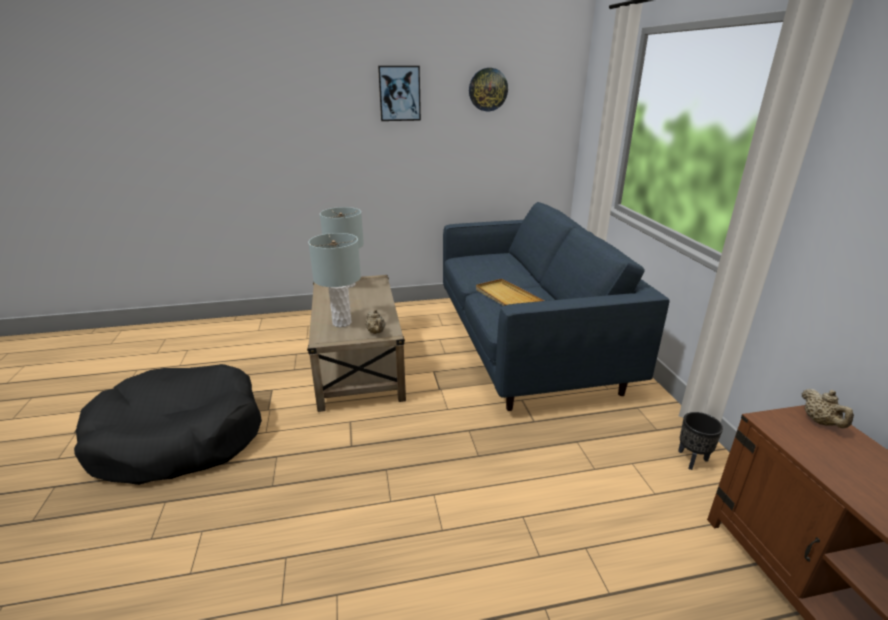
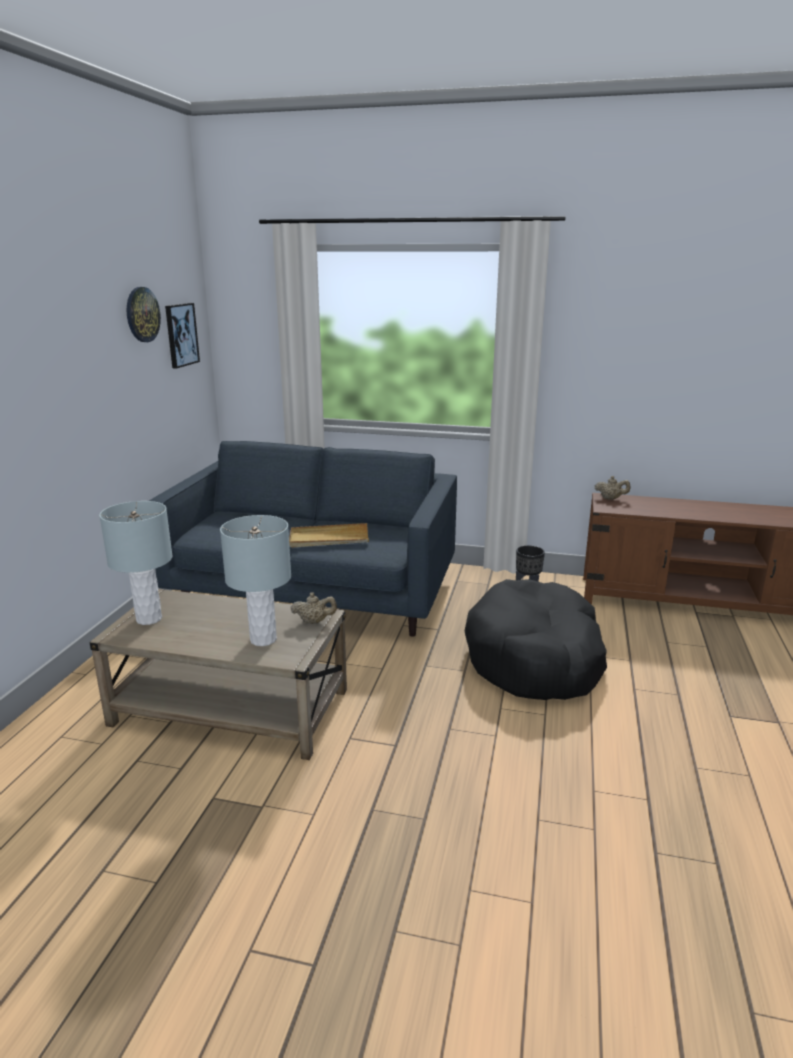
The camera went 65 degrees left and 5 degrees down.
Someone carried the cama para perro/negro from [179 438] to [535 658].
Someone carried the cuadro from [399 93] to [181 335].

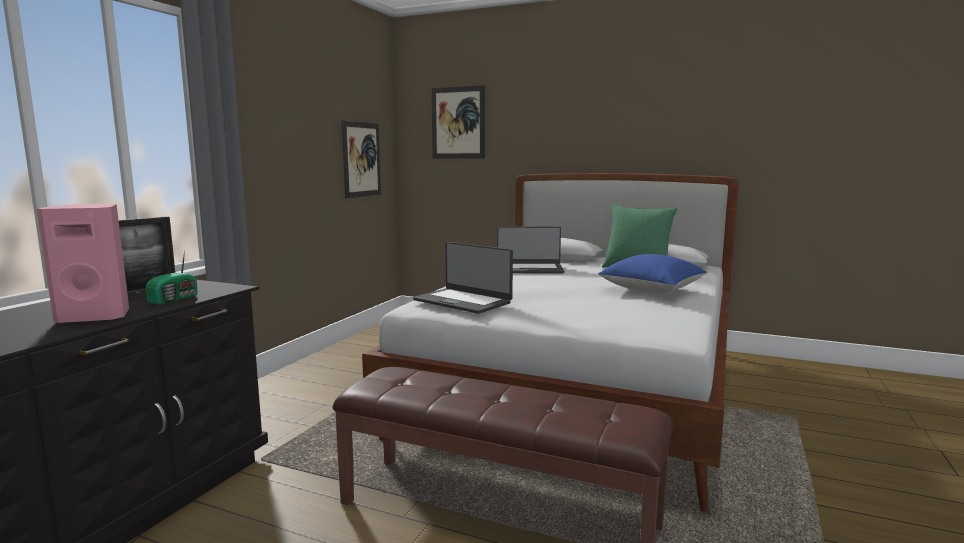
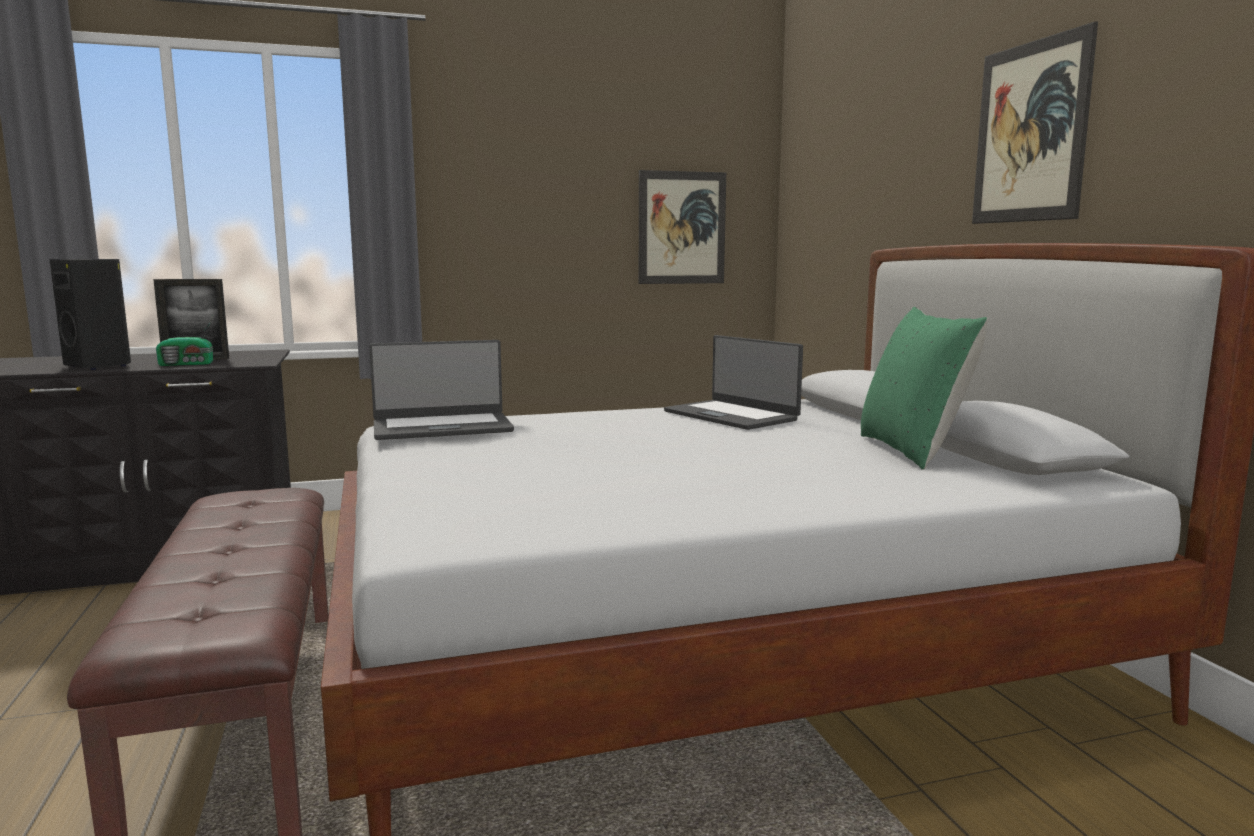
The camera went 50 degrees right and 0 degrees up.
Someone repainted the altavoz/rosa at [96 317], which became the altavoz/negro at [100 366].
Someone rotated the portátil at [463 301] by 105 degrees counterclockwise.
Someone carried the cuadro from [458 123] to [1030 132].
Someone took away the cojín/azul at [651 290].

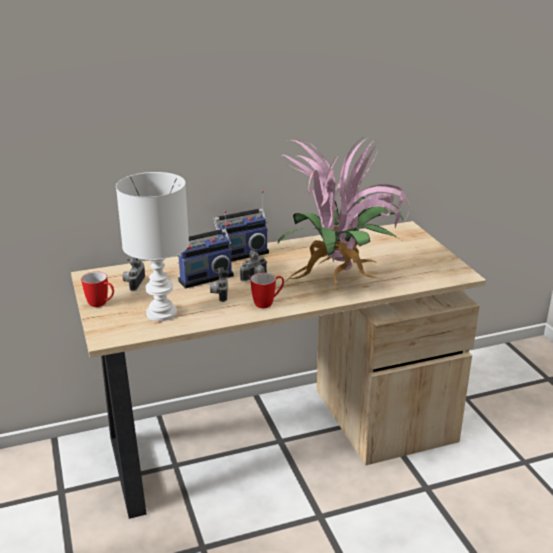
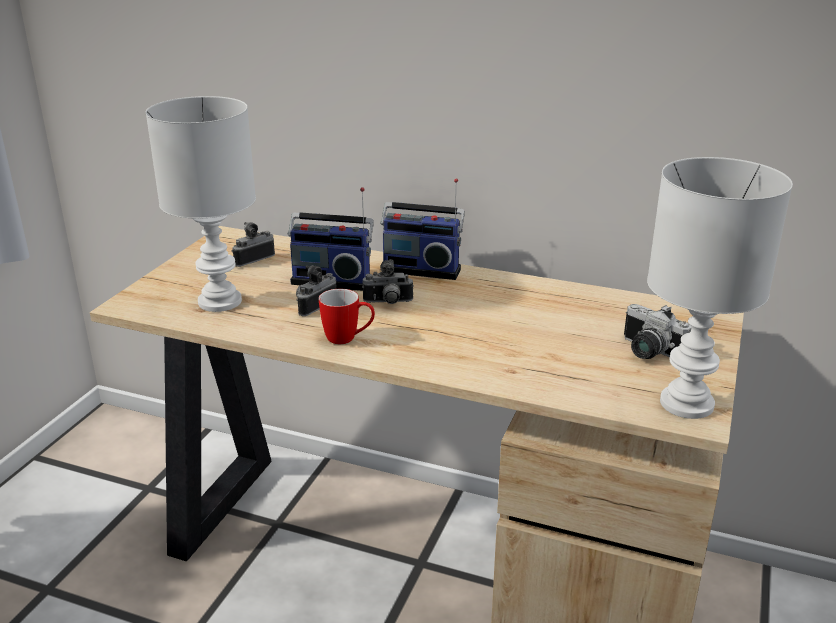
The camera went 40 degrees right and 0 degrees up.
Someone took away the taza grande at [101 304].
Someone took away the planta en maceta at [340 278].
Someone put down the cámara at [647 352].
Someone put down the lámpara de mesa/blanco at [685 402].

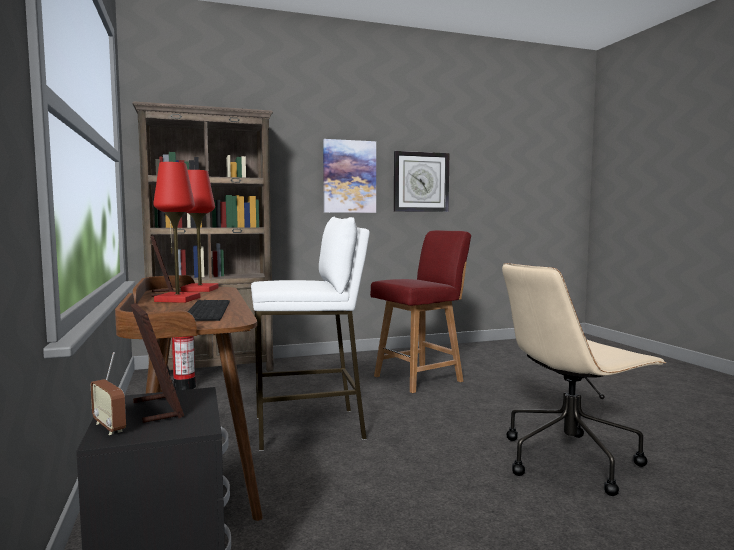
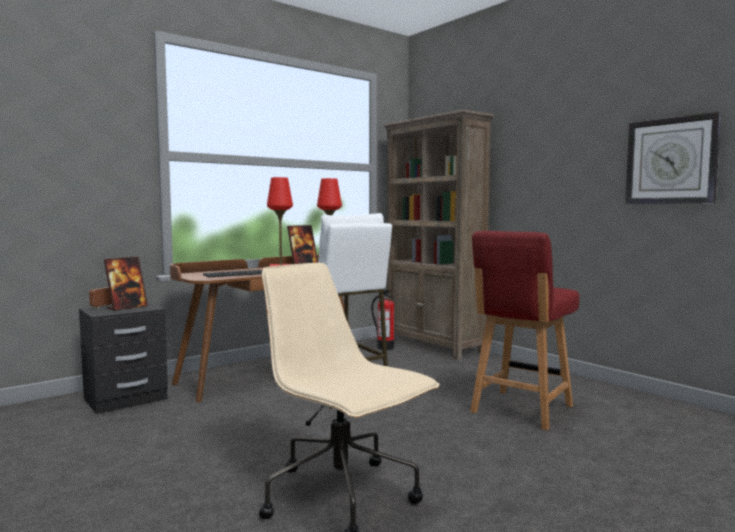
The camera went 70 degrees right and 0 degrees up.
Someone took away the cuadro at [349 176].
Someone rotated the silla/rojo at [420 378] by 90 degrees clockwise.

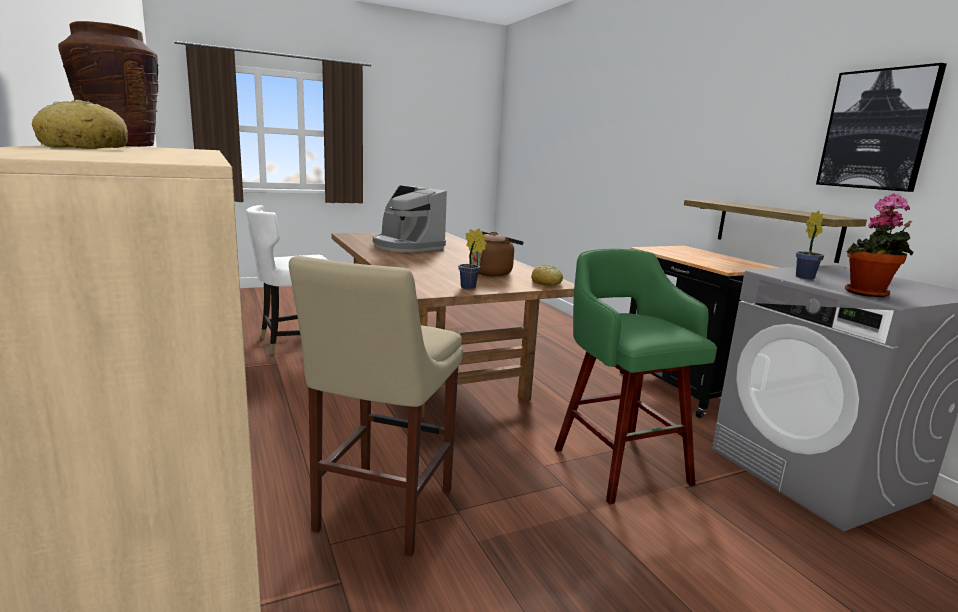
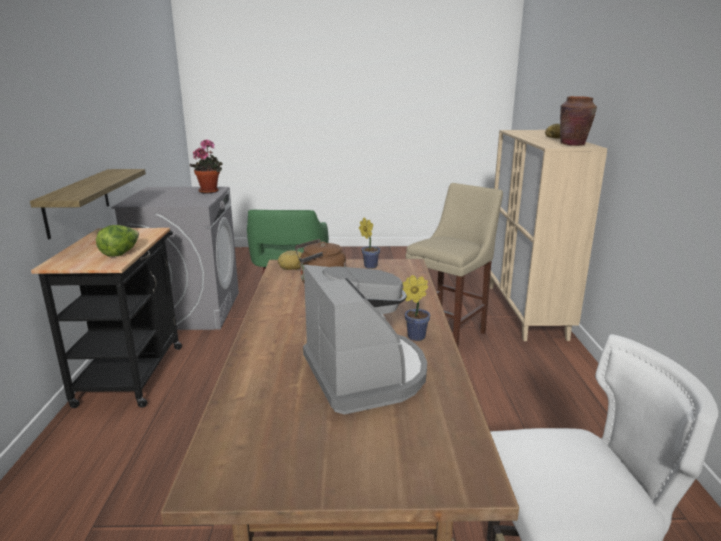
The camera went 155 degrees left and 5 degrees up.
Someone carried the planta en maceta from [806 277] to [413 337].
Someone took away the cuadro at [877 130].
Someone put down the lechuga at [120 253].

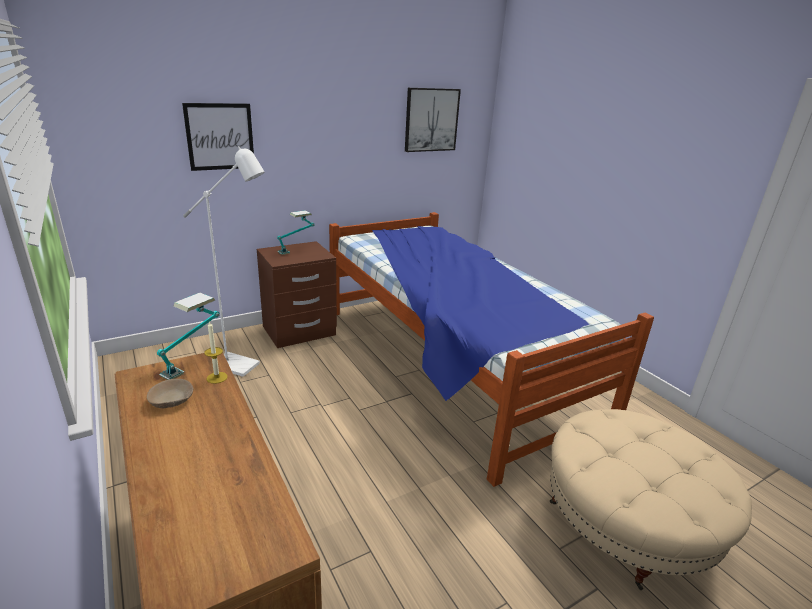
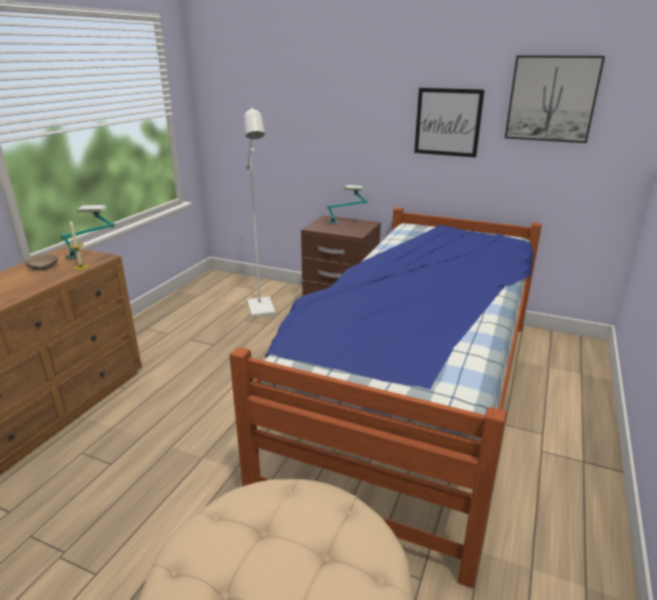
The camera went 55 degrees right and 0 degrees up.
Someone carried the cuadro from [220 137] to [447 122].

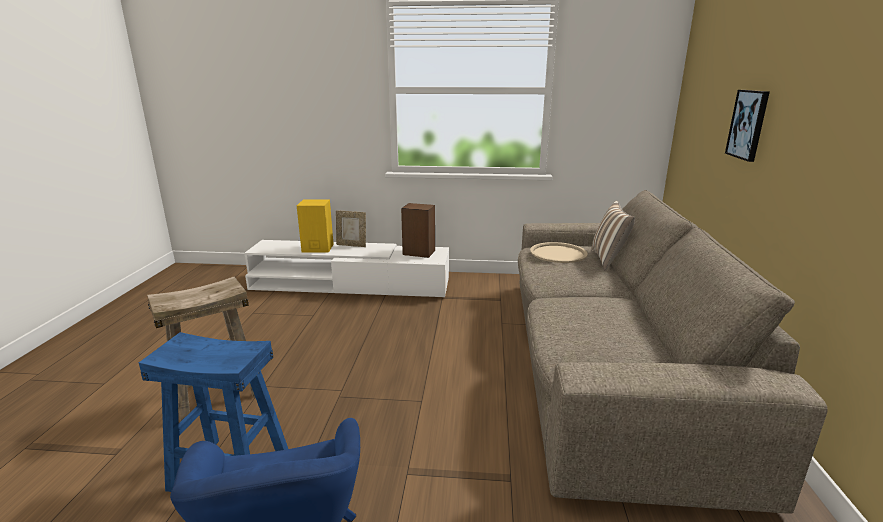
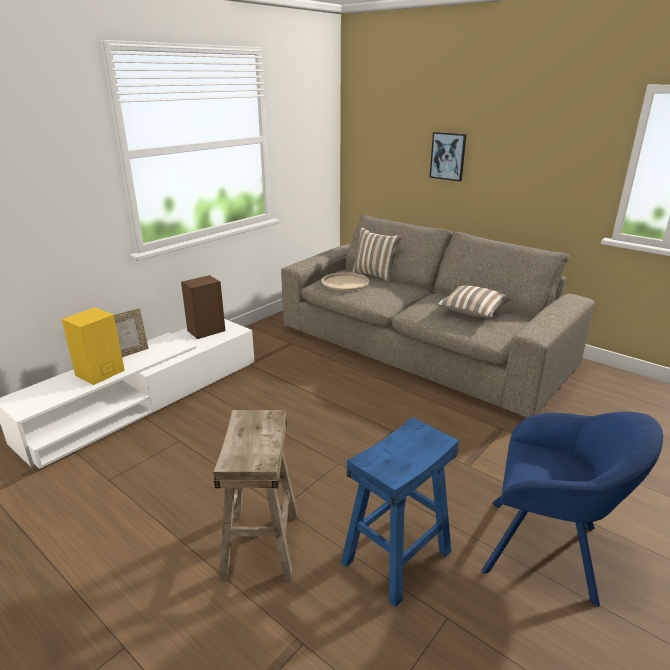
The camera went 55 degrees left and 5 degrees up.
Someone put down the cojín at [472 312].

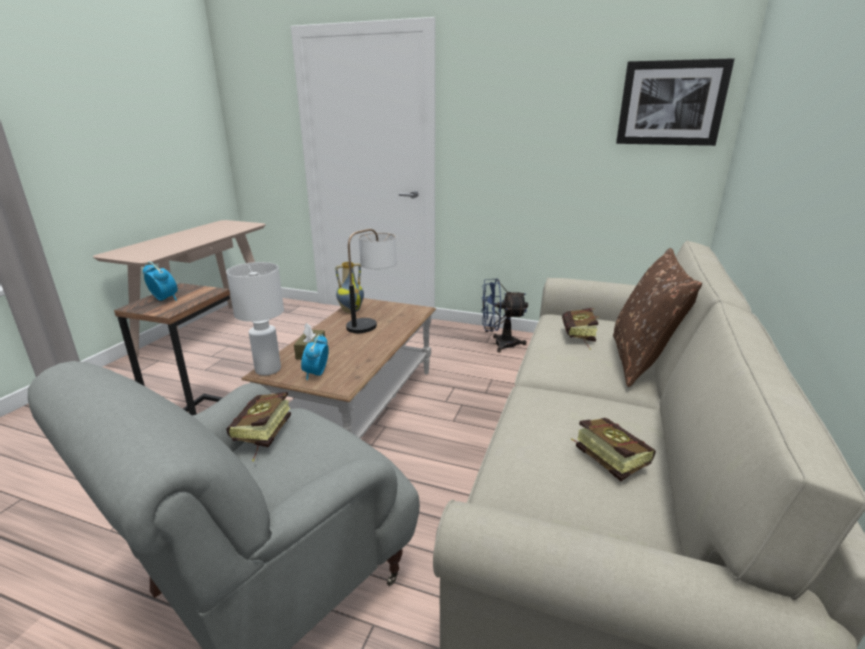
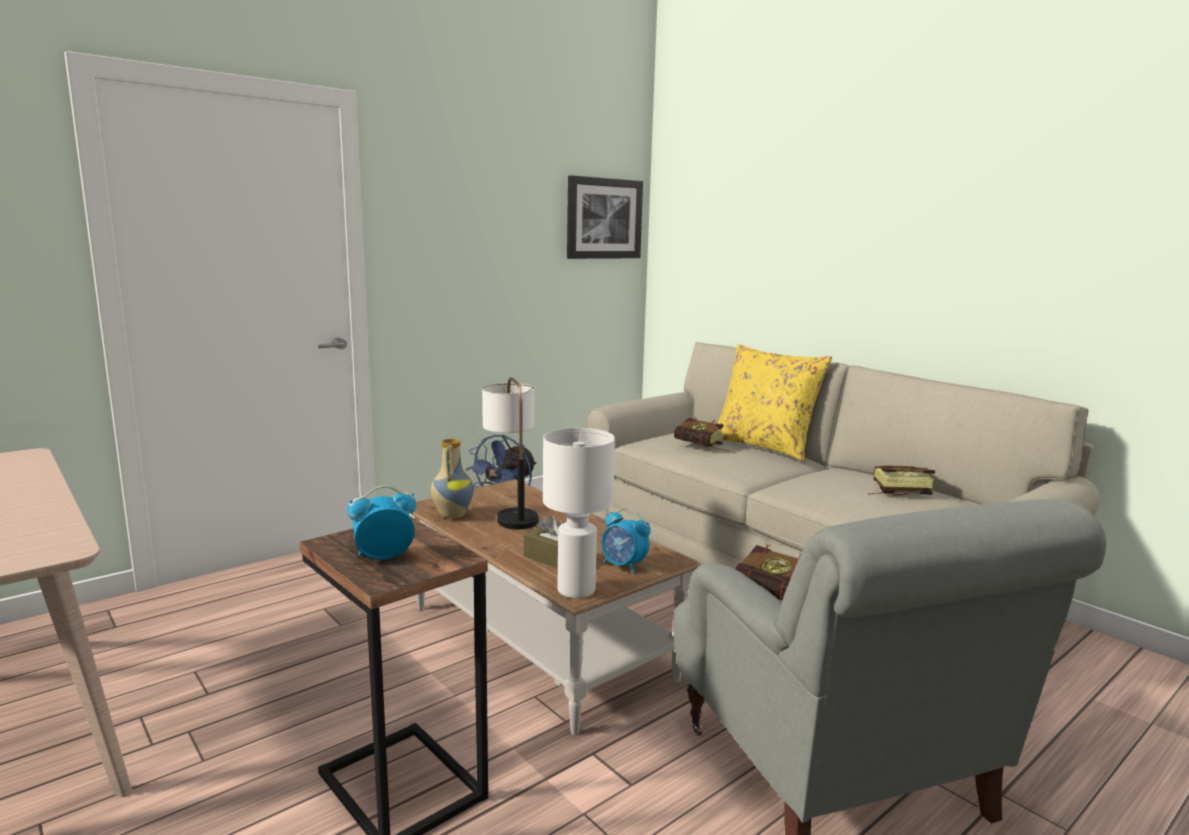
The camera went 60 degrees left and 10 degrees down.
Someone repainted the cojín/marrón at [641 361], which became the cojín/amarillo at [765 446].

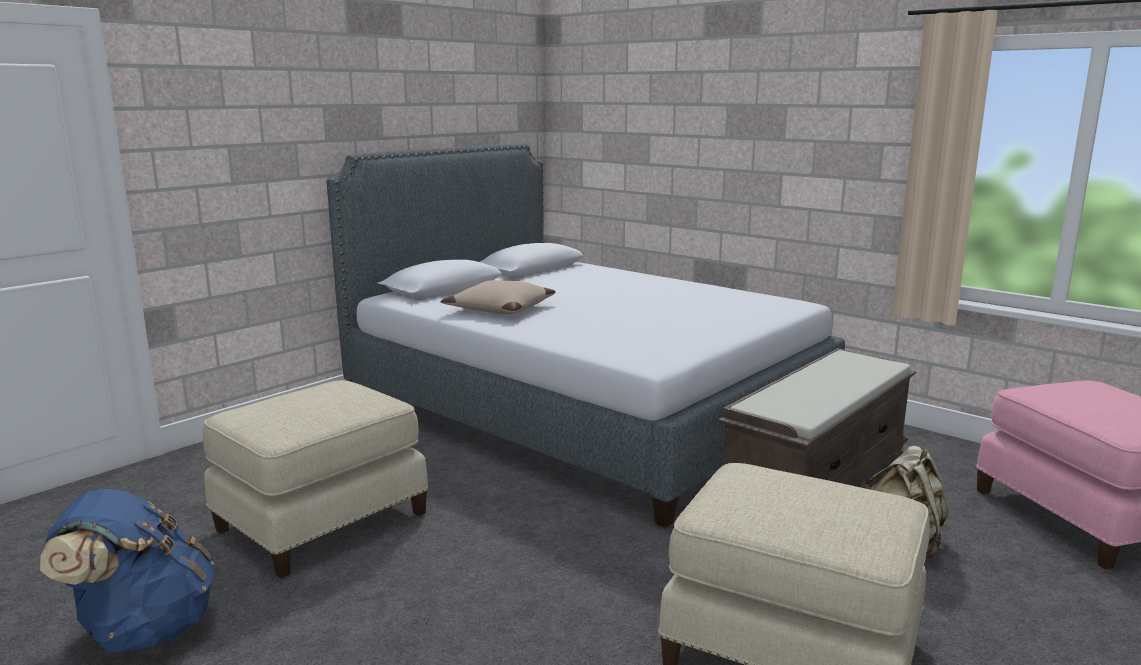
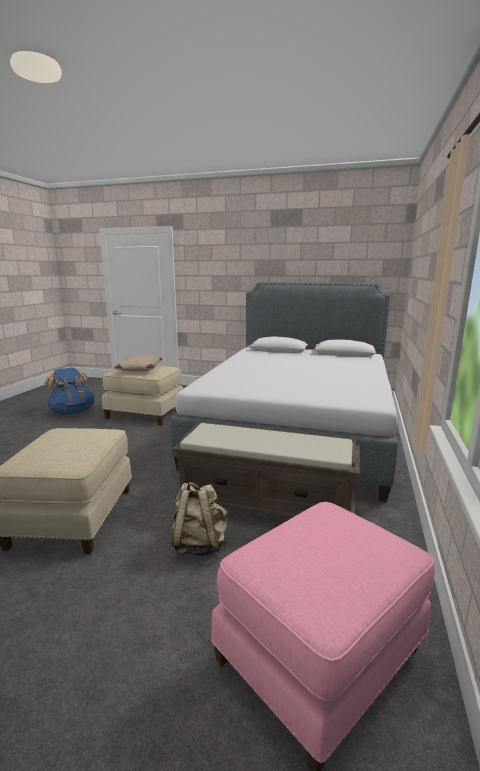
The camera went 65 degrees right and 0 degrees up.
Someone carried the cojín/beis from [499 309] to [139 369].

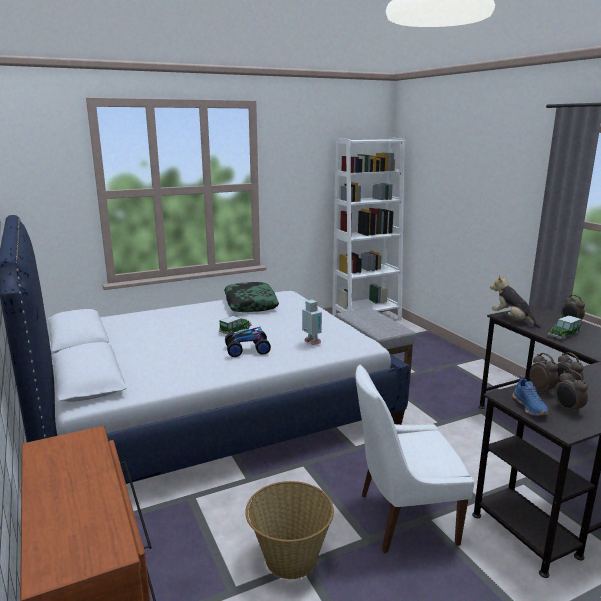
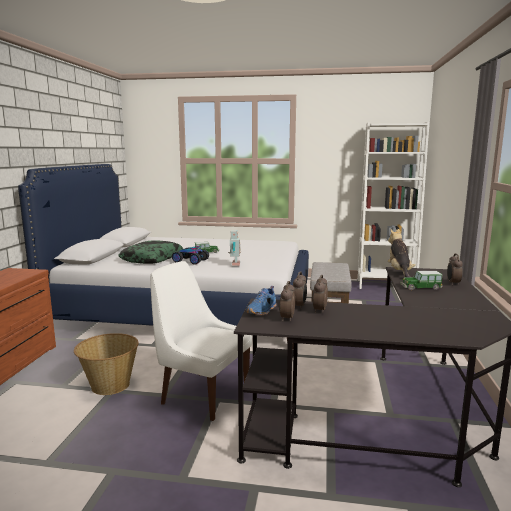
The camera went 35 degrees right and 5 degrees down.
Someone carried the cojín from [250 304] to [152 258].

